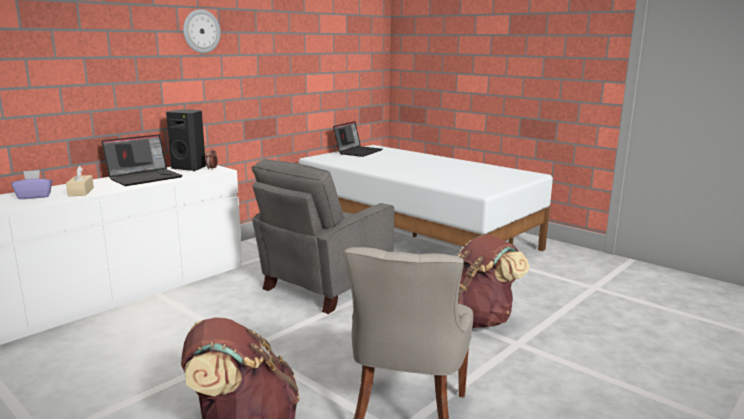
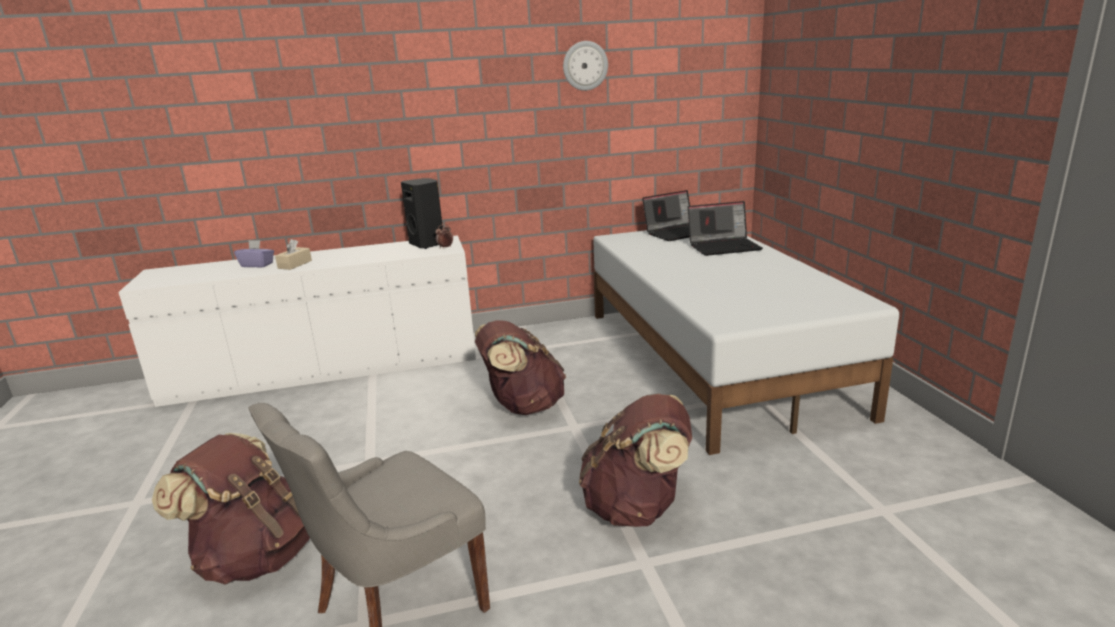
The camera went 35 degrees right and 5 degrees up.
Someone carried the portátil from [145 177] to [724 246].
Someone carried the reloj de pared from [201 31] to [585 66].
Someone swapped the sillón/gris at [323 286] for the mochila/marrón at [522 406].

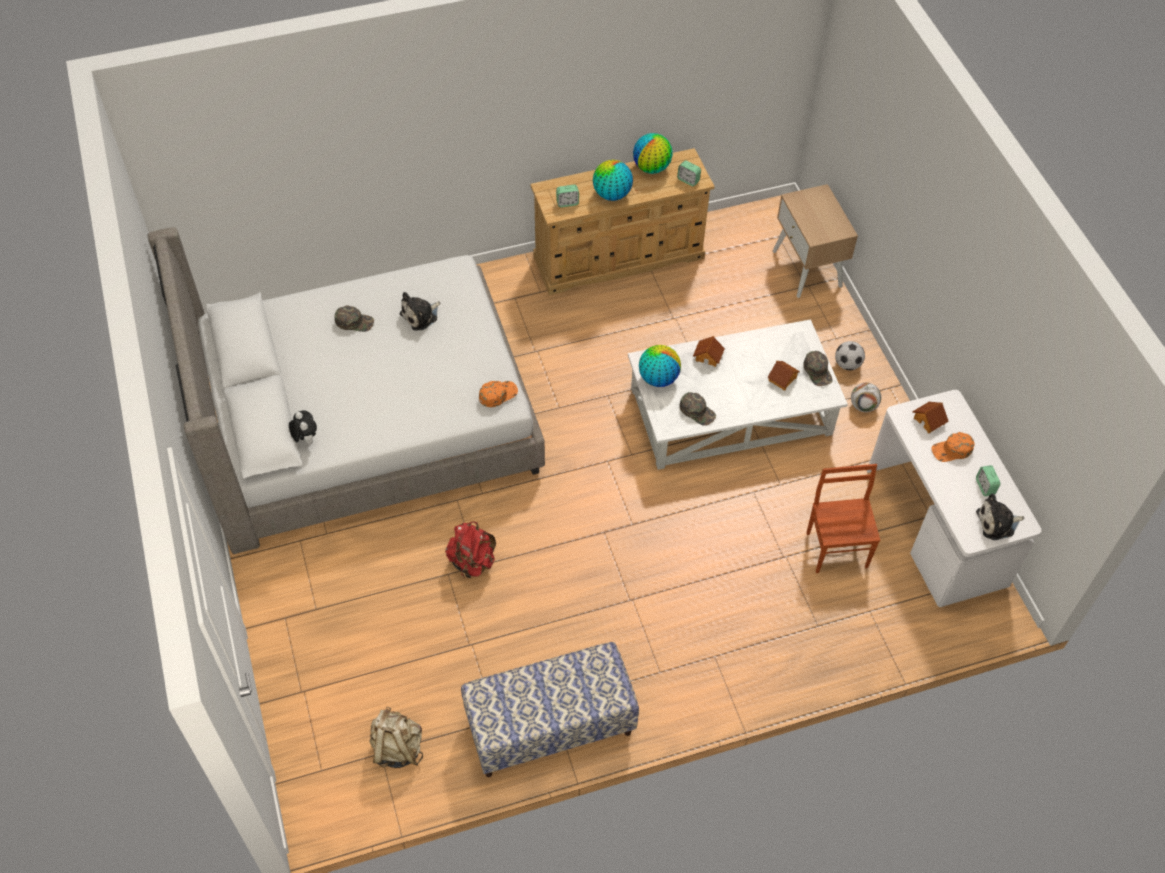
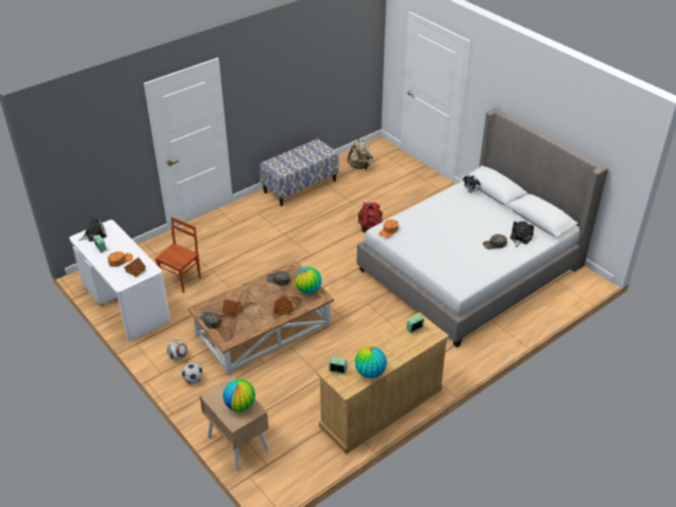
The camera went 160 degrees right and 15 degrees down.
Someone carried the peluche from [421 315] to [520 238].
Someone carried the globo terráqueo from [611 194] to [240 405].
Someone repainted the mesa de centro/blanco at [731 410], which became the mesa de centro/marrón at [263 330].
Someone rotated the silla/marrón at [837 549] by 120 degrees counterclockwise.

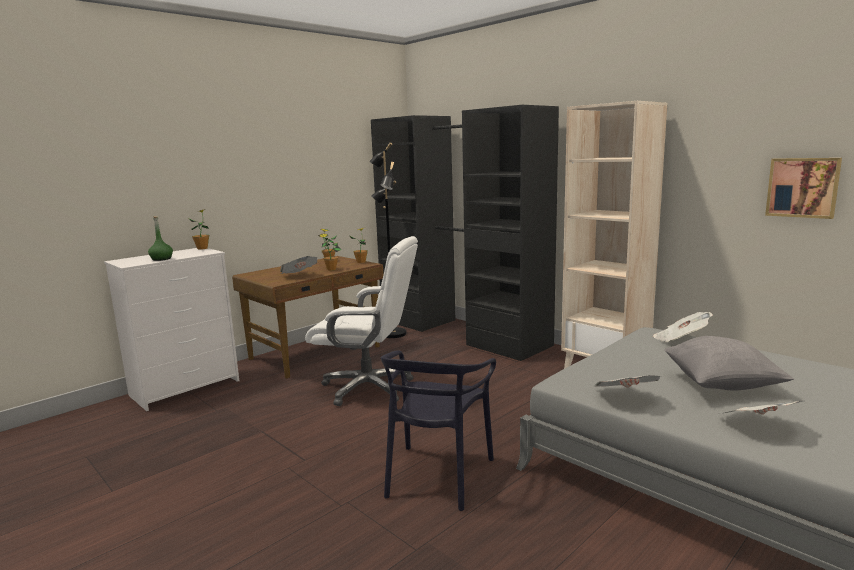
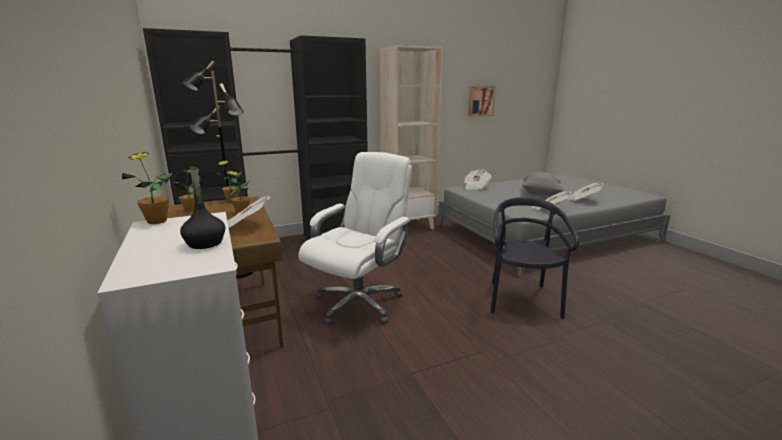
The camera went 70 degrees left and 5 degrees up.
Someone repainted the botella/verde at [161 259], which became the botella/negro at [205 243].
Someone rotated the silla/negro at [437 475] by 120 degrees counterclockwise.

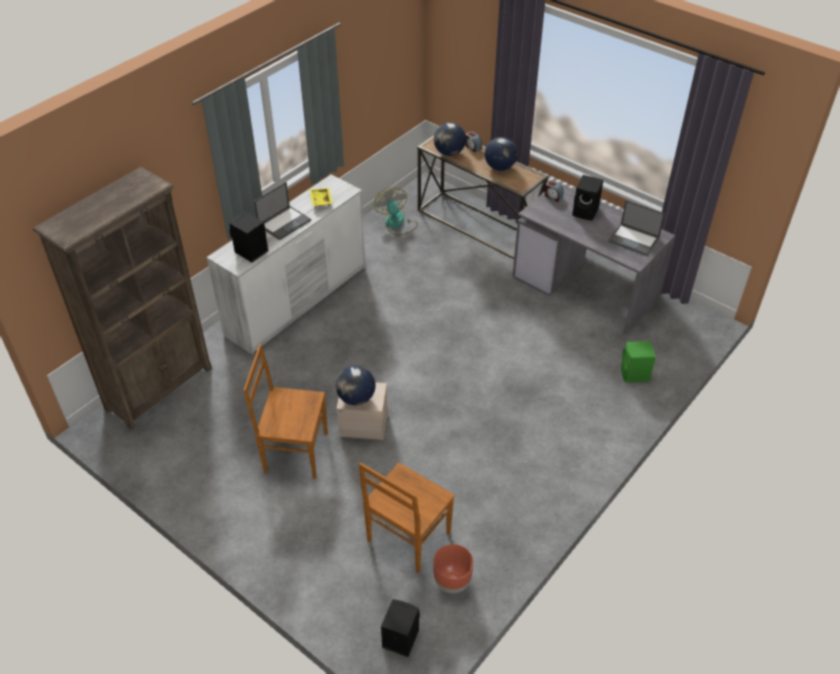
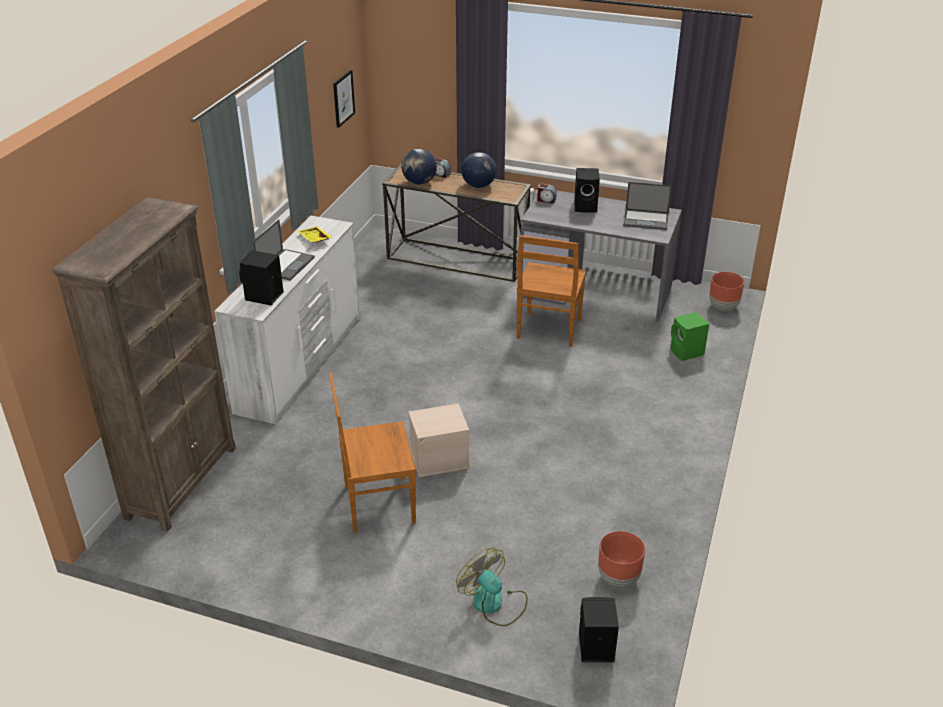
The camera went 20 degrees left and 10 degrees down.
Someone took away the globo terráqueo at [356 398].
Someone carried the silla/marrón from [407 539] to [548 330].
Someone carried the ventilador from [397 224] to [494 604].
Someone put up the cuadro at [343 98].
Someone put down the maceta/marrón at [723 307].

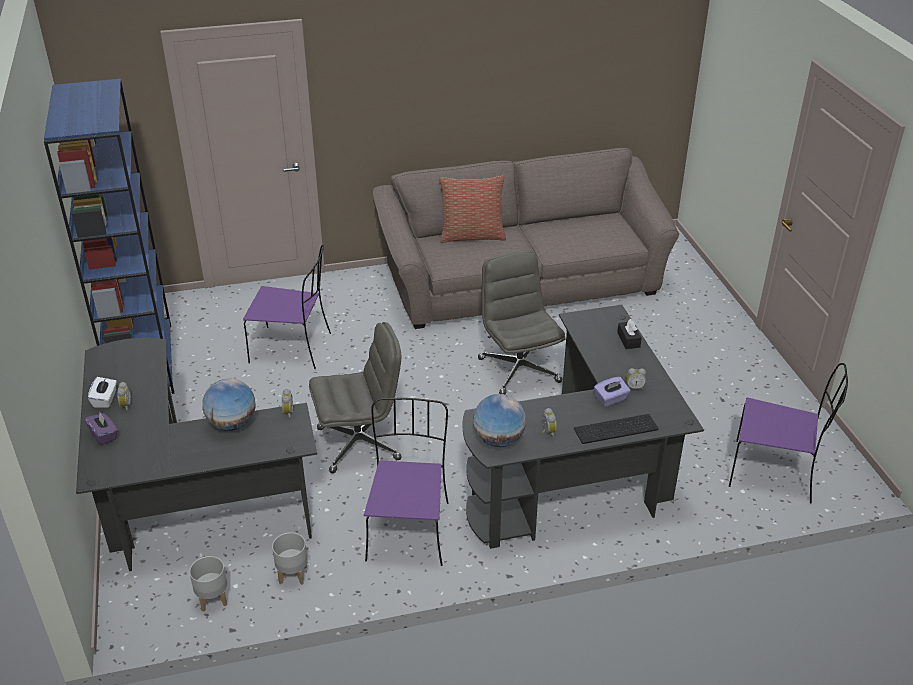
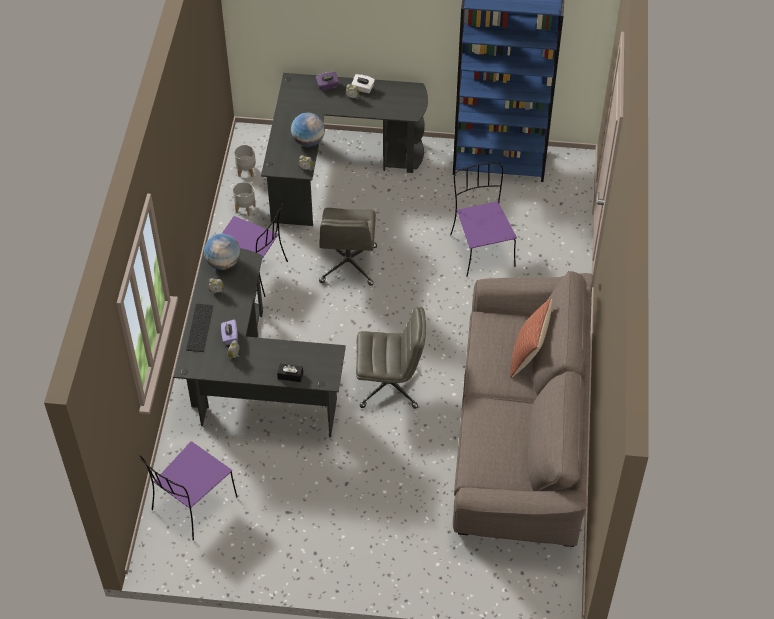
The camera went 110 degrees right and 15 degrees up.
Someone rotated the silla/morado at [293 348] by 135 degrees clockwise.

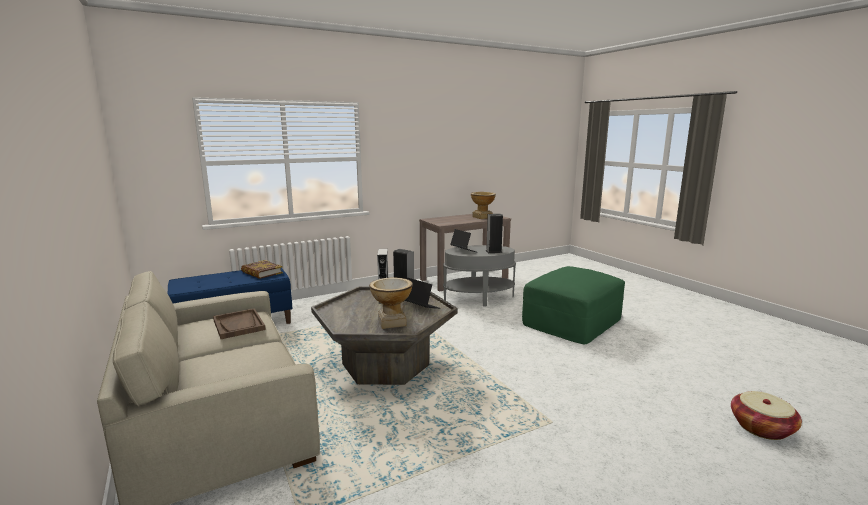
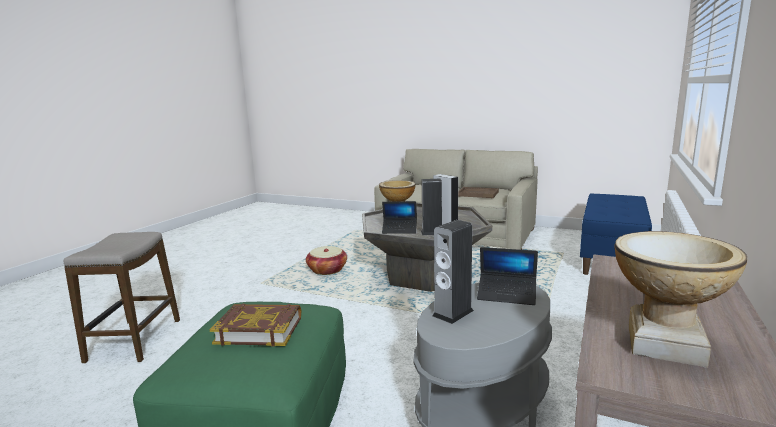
The camera went 145 degrees right and 0 degrees up.
Someone carried the libro from [261 272] to [259 330].
Someone carried the cesta from [761 428] to [327 270].
Someone put down the taburete at [135 340].

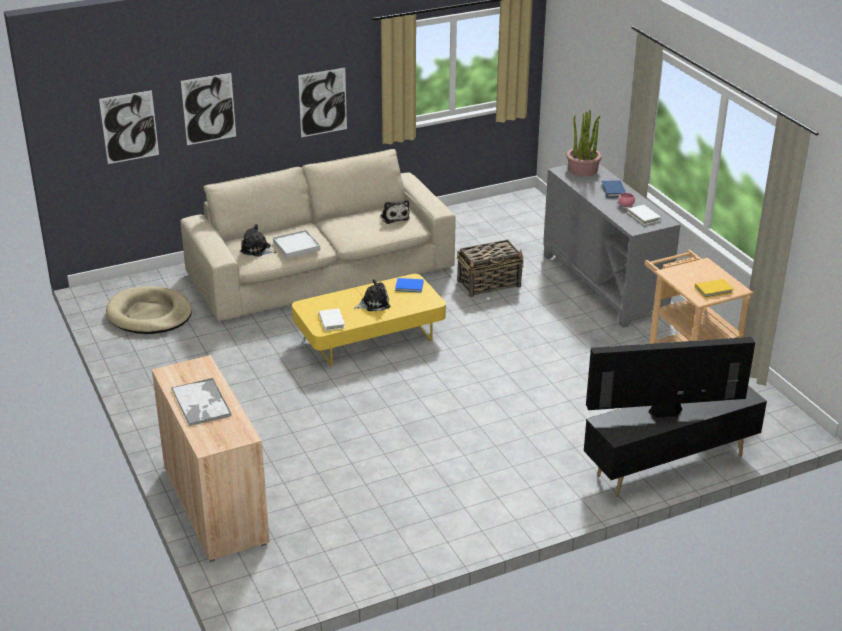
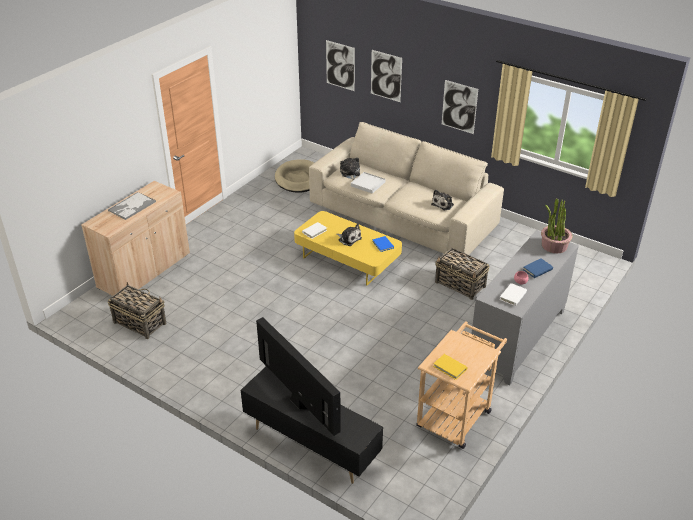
The camera went 60 degrees right and 5 degrees up.
Someone put down the cesta at [139 322].

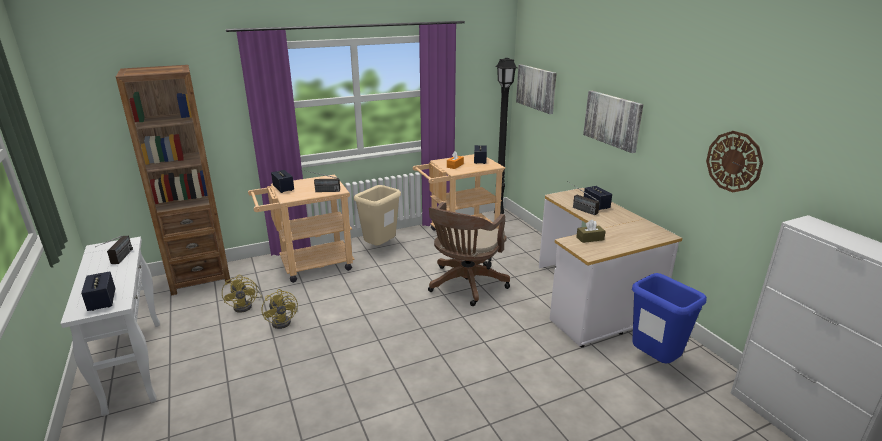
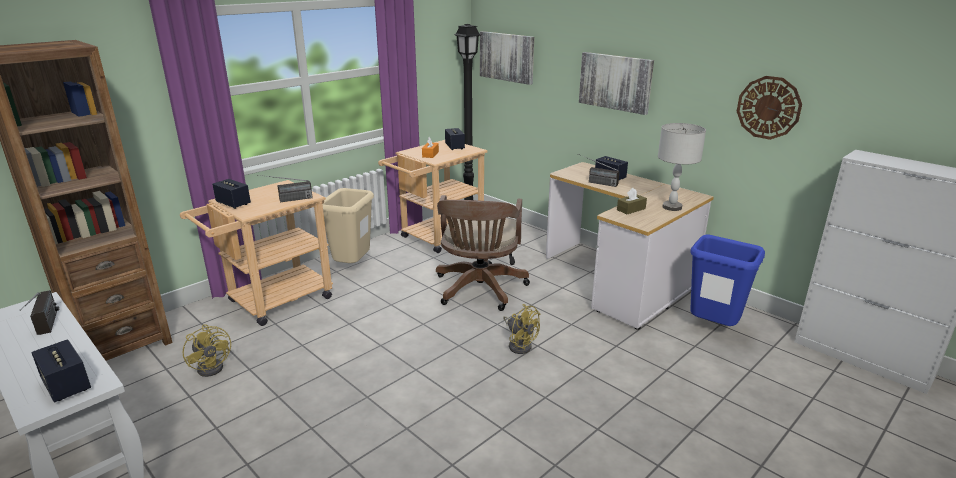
The camera went 20 degrees left and 0 degrees up.
Someone carried the ventilador/amarillo from [284 321] to [519 344].
Someone put down the lámpara de mesa/gris at [672 207].

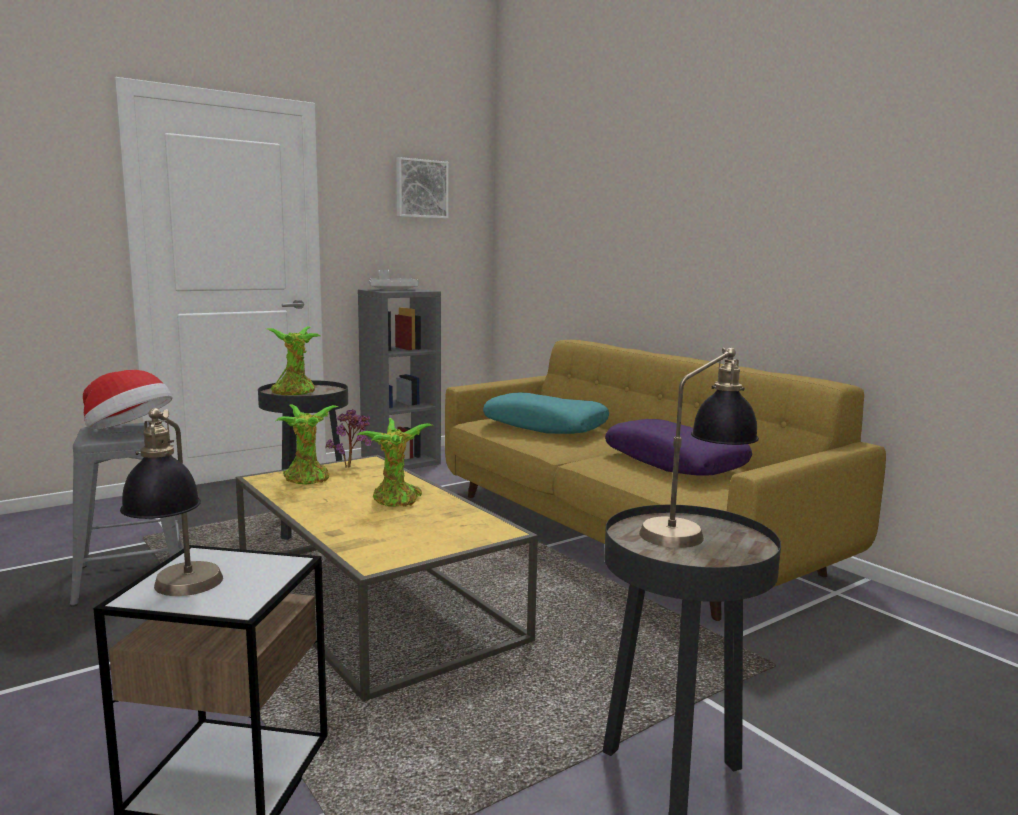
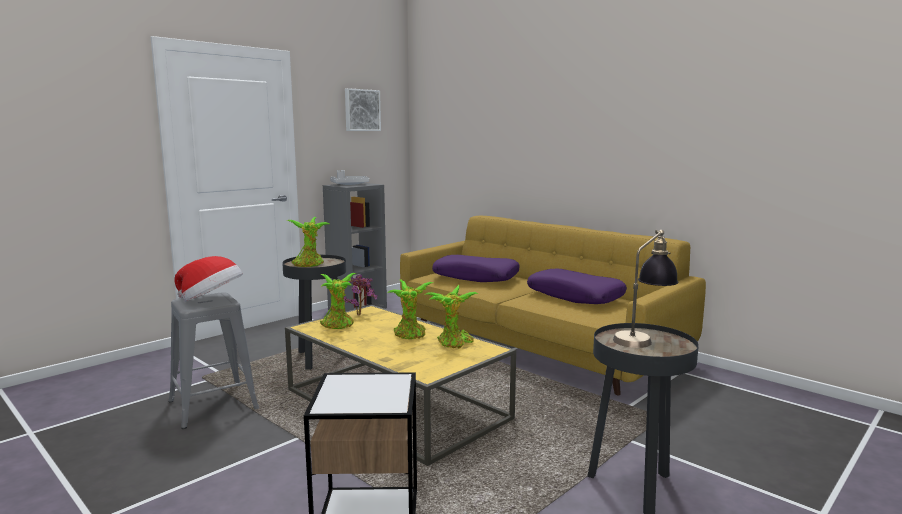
The camera went 10 degrees left and 0 degrees up.
Someone took away the lámpara de mesa at [179 594].
Someone repainted the cojín/turquesa at [545 426], which became the cojín/morado at [476 277].
Someone put down the planta en maceta at [454 344].

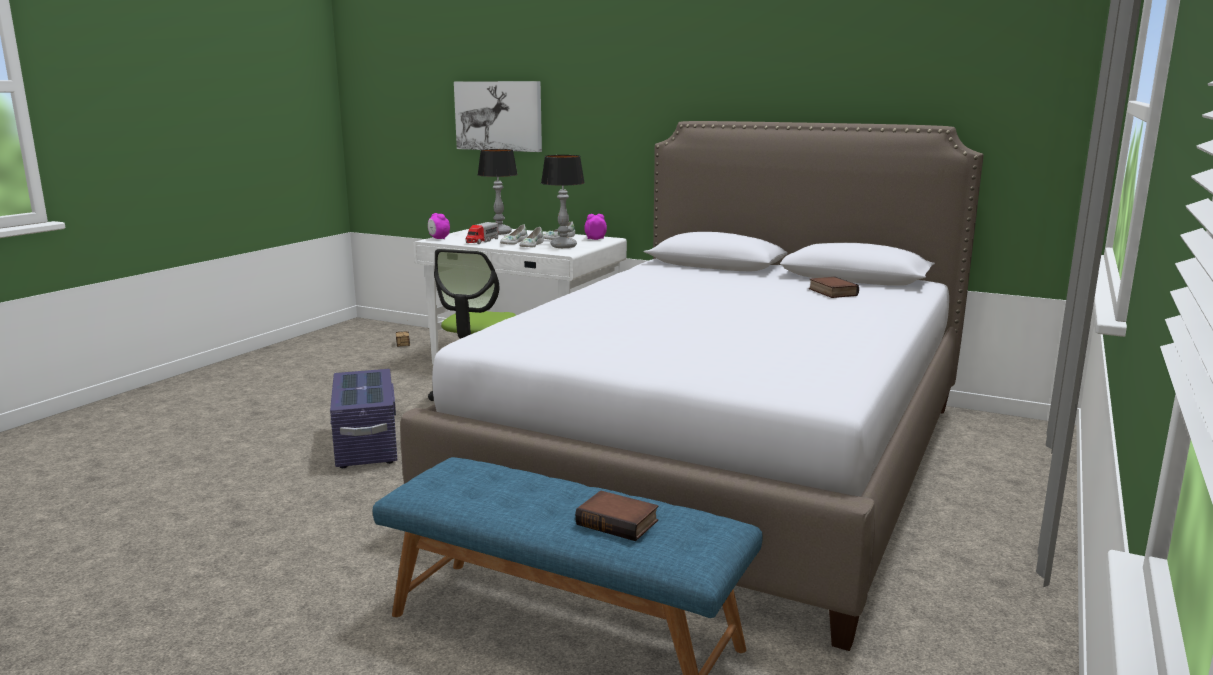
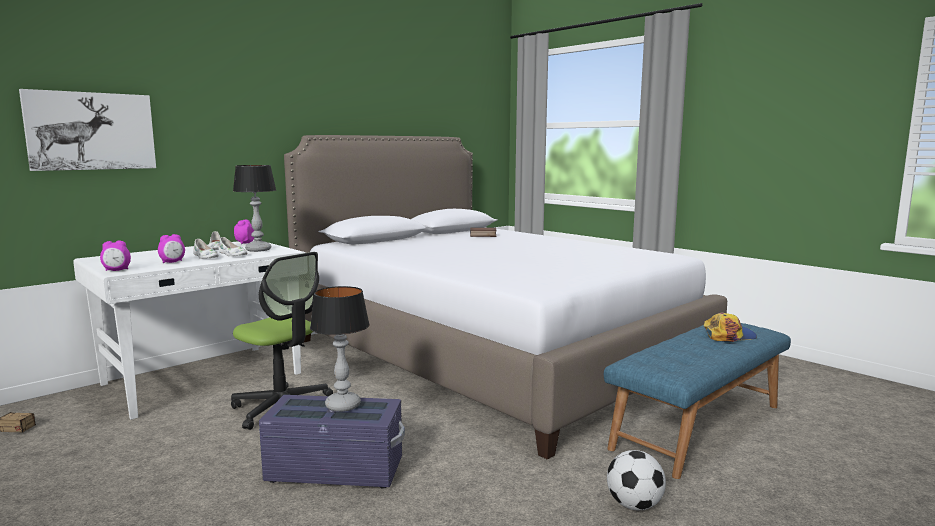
The camera went 70 degrees left and 5 degrees down.
Someone swapped the camión de juguete at [482 241] for the despertador at [172 262].
Someone carried the lámpara de mesa from [499 233] to [343 406].
Someone swapped the libro at [619 522] for the gorra at [728 335].
Someone put down the balón de fútbol at [634 505].

